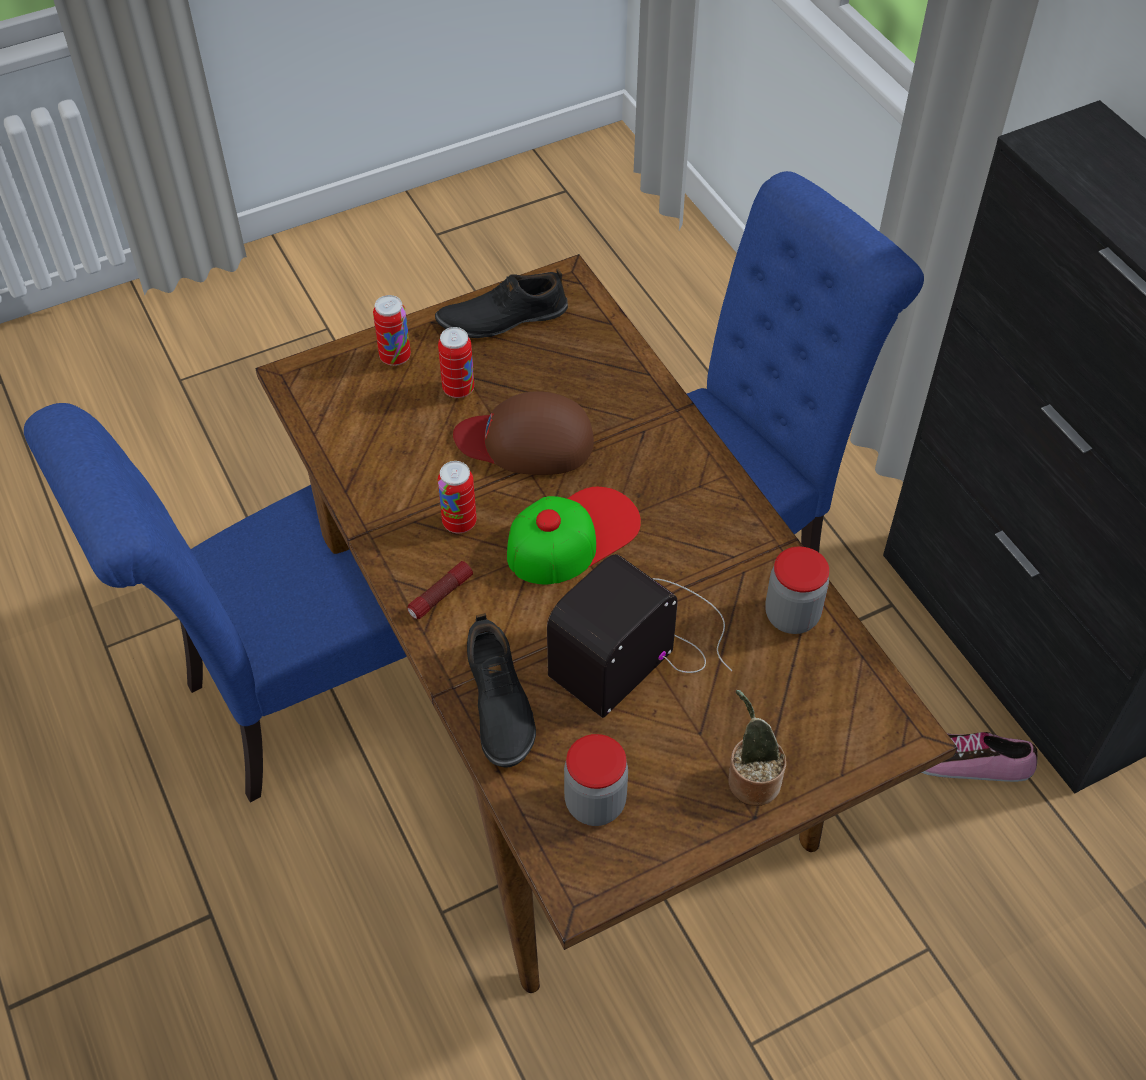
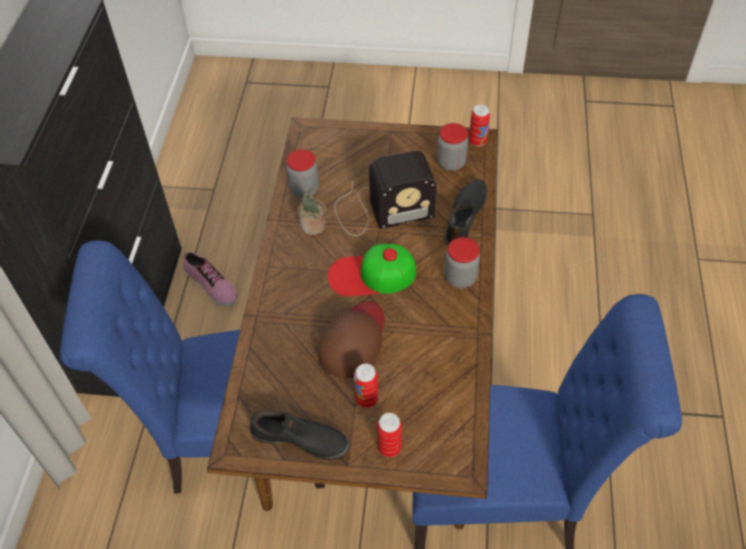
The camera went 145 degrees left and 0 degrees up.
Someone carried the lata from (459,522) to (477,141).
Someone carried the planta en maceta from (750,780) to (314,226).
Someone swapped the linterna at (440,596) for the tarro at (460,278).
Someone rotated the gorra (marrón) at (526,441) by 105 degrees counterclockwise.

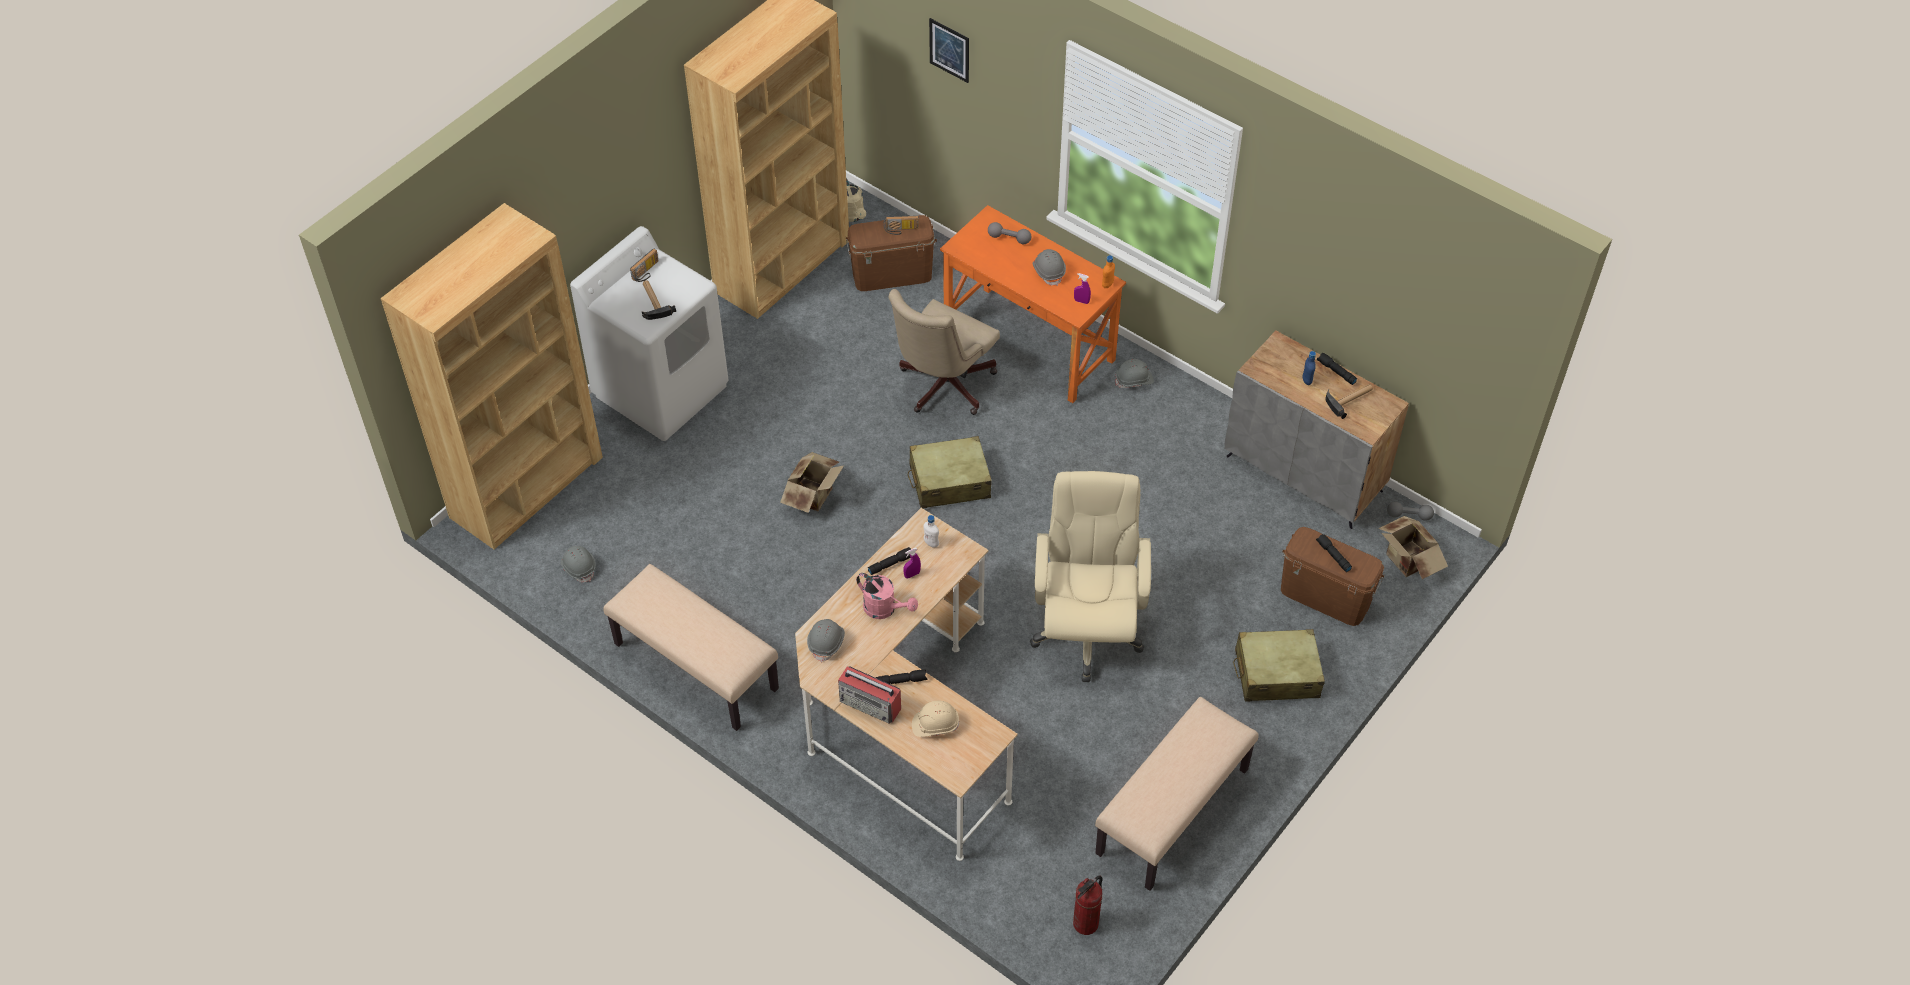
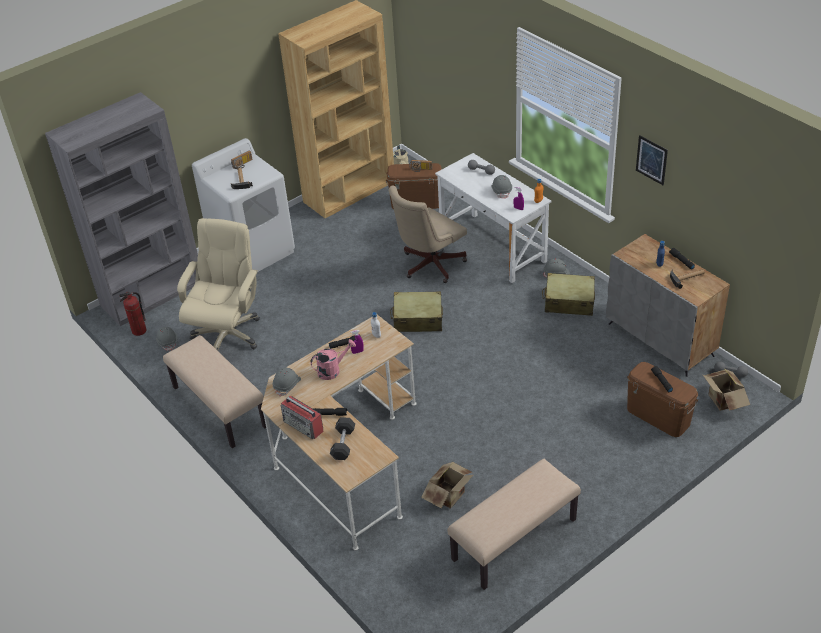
The camera went 15 degrees right and 10 degrees down.
Someone carried the caja de cartón from (815,496) to (450,496).
Someone carried the cuadro from (949,50) to (651,160).
Someone carried the silla de oficina (beis) from (1086,631) to (227,334).
Someone carried the extintor from (1086,924) to (139,331).
Someone carried the maleta (beis) from (1276,674) to (569,301).
Someone swapped the casco (beis) at (935,725) for the mancuerna (negro) at (343,444).
Someone repainted the estantería (marrón) at (527,487), which became the estantería (gris) at (153,294).
Someone repainted the escritorio (naranja) at (1029,343), which became the escritorio (blanco) at (493,247).
Someone rotated the regadera (rosa) at (885,609) by 75 degrees counterclockwise.

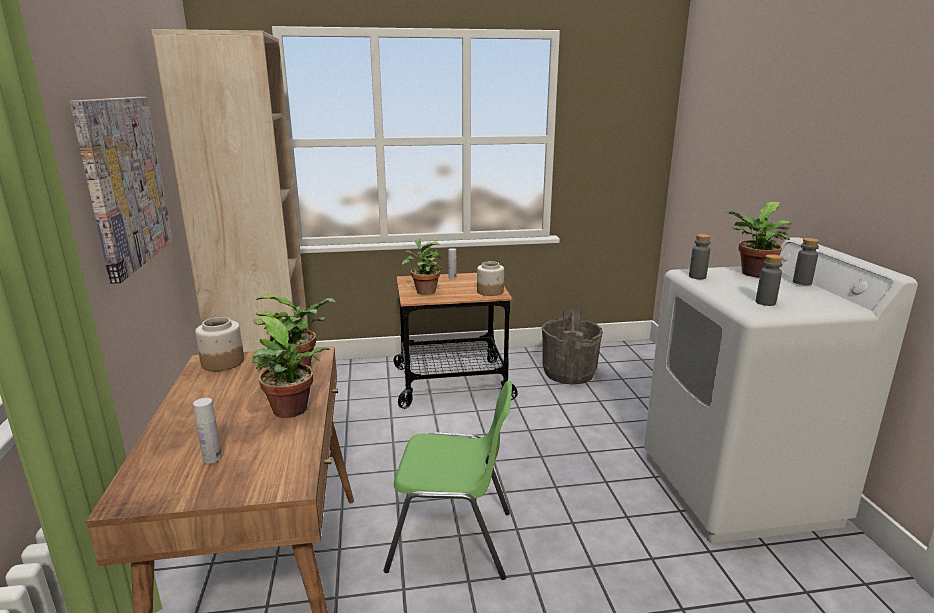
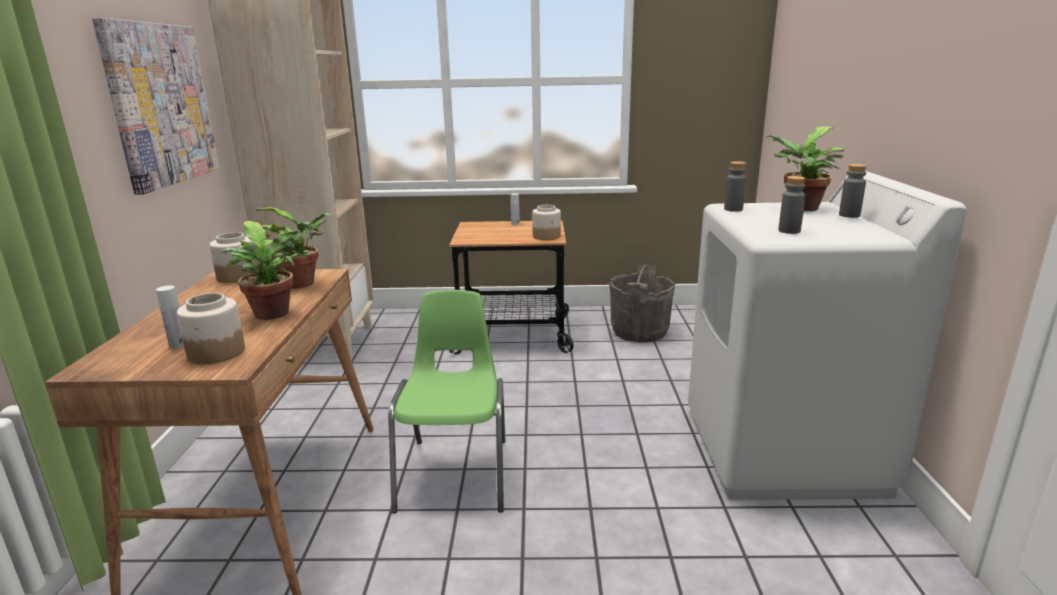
The camera went 10 degrees right and 0 degrees up.
Someone took away the planta en maceta at (424,291).
Someone put down the tarro at (216,353).
Someone rotated the silla (verde) at (453,541) by 105 degrees counterclockwise.

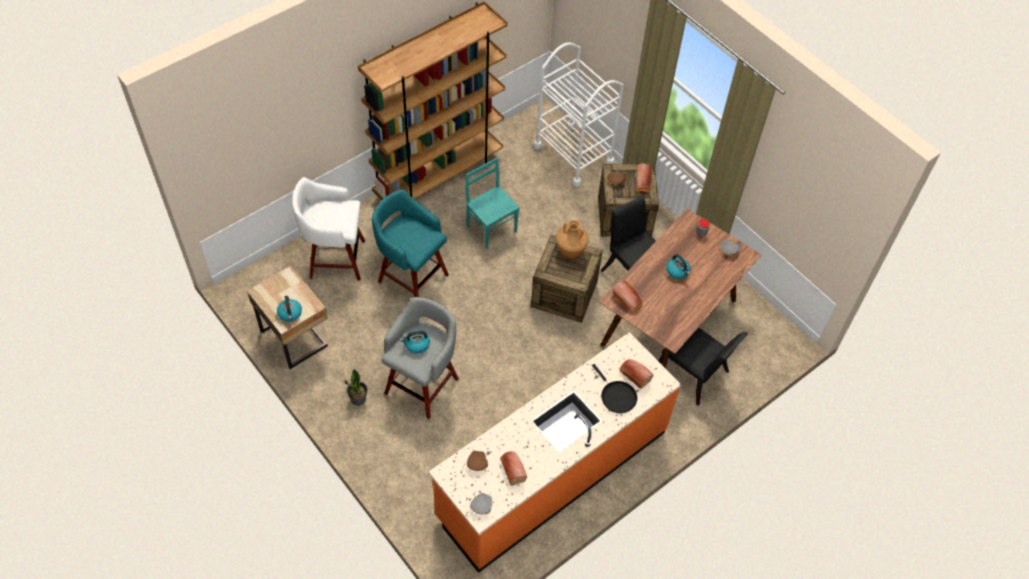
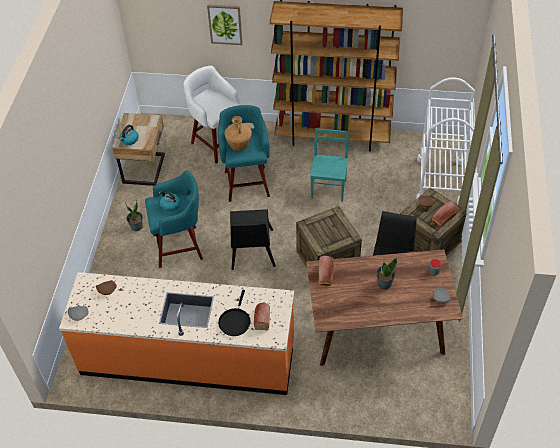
The camera went 50 degrees right and 5 degrees down.
Someone took away the pan at (512,469).
Someone put up the cuadro at (225,24).
Someone carried the florero (marrón) from (570,252) to (239,146).
Someone carried the silla (negro) from (693,375) to (251,252).
Someone swapped the hervidor at (677,271) for the planta en maceta at (384,283).
Someone repainted the taburete (gris) at (423,384), which became the taburete (turquesa) at (180,246).

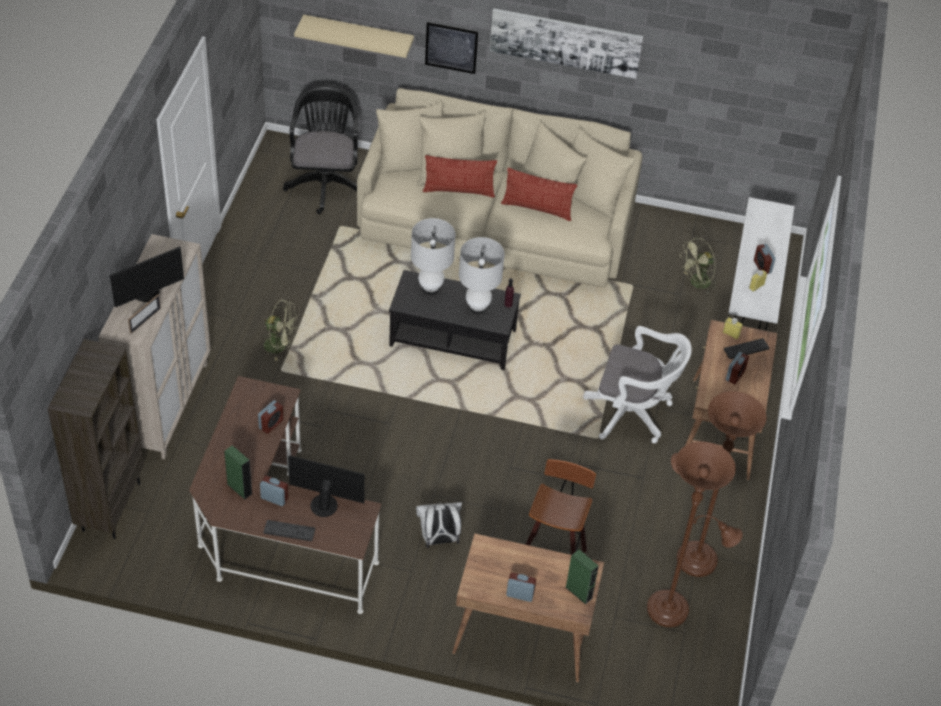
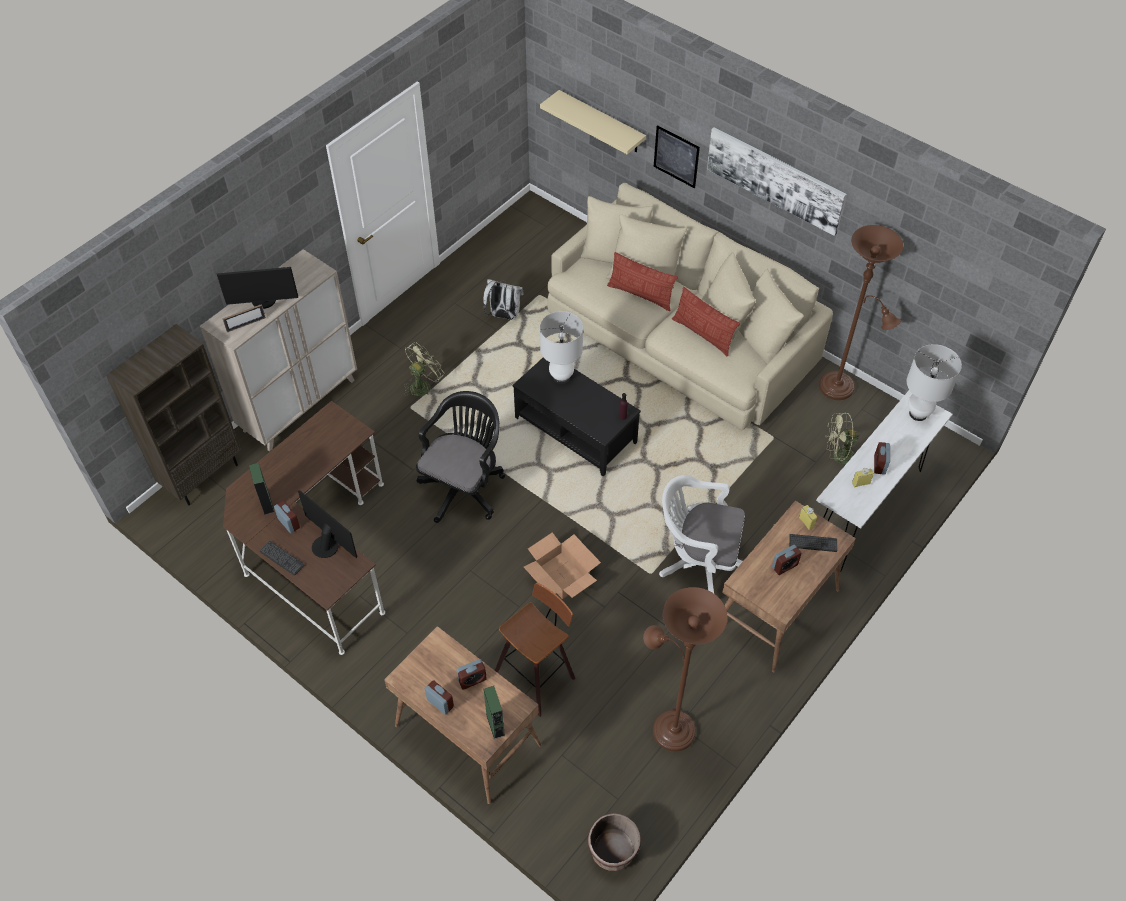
The camera went 30 degrees right and 5 degrees up.
Someone put down the caja de cartón at (562,575).
Someone put down the maceta (marrón) at (613,850).
Someone carried the despertador from (271,424) to (472,680).
Someone carried the silla de oficina (negro) from (325,183) to (464,487).
Someone carried the mochila (blanco) from (439,540) to (503,315).
Someone carried the lámpara de mesa (blanco) from (477,307) to (918,414).
Someone carried the lámpara de pie (marrón) from (673,610) to (840,389).
Someone rotated the ventilador (verde) at (280,346) by 90 degrees counterclockwise.
Someone rotated the silla de oficina (blanco) at (632,413) by 150 degrees clockwise.

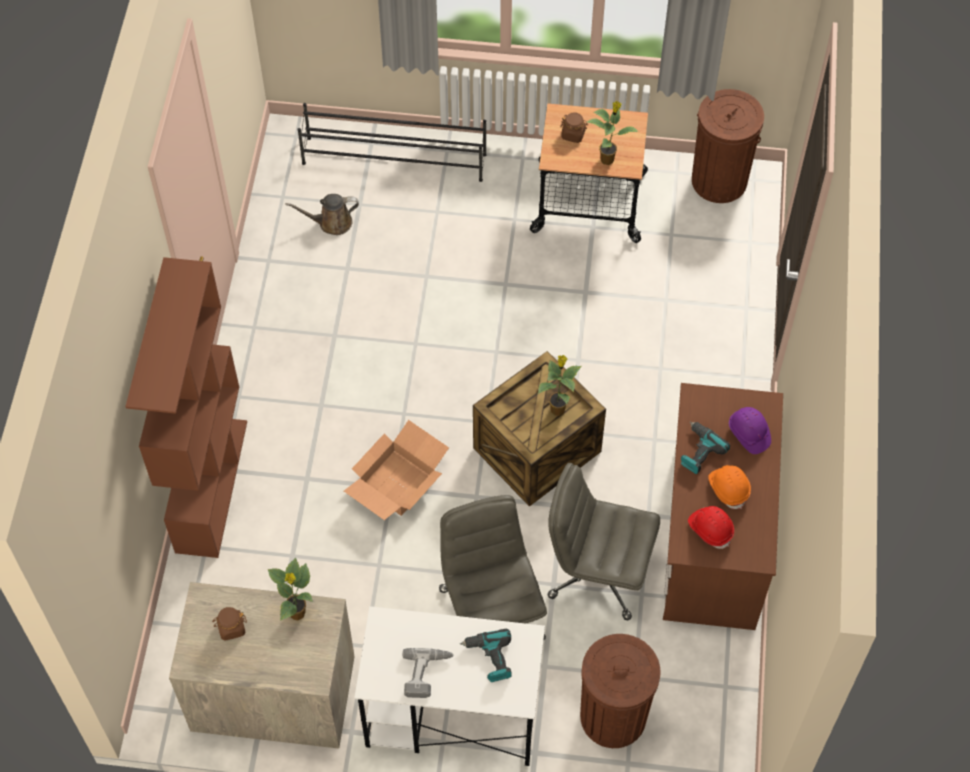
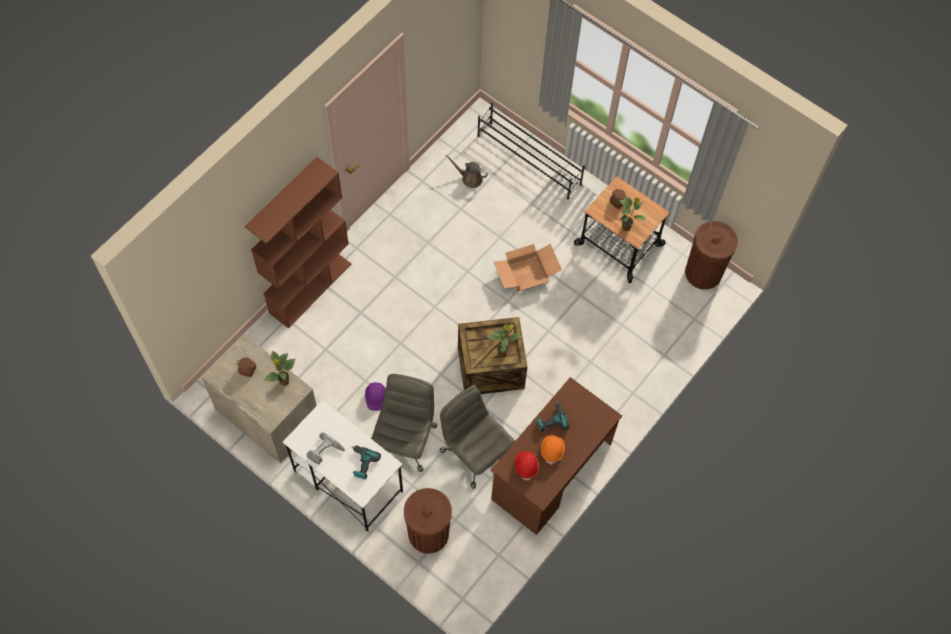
The camera went 30 degrees right and 5 degrees up.
Someone carried the caja de cartón from (397,481) to (526,273).
Someone carried the casco (morado) from (748,434) to (375,397).

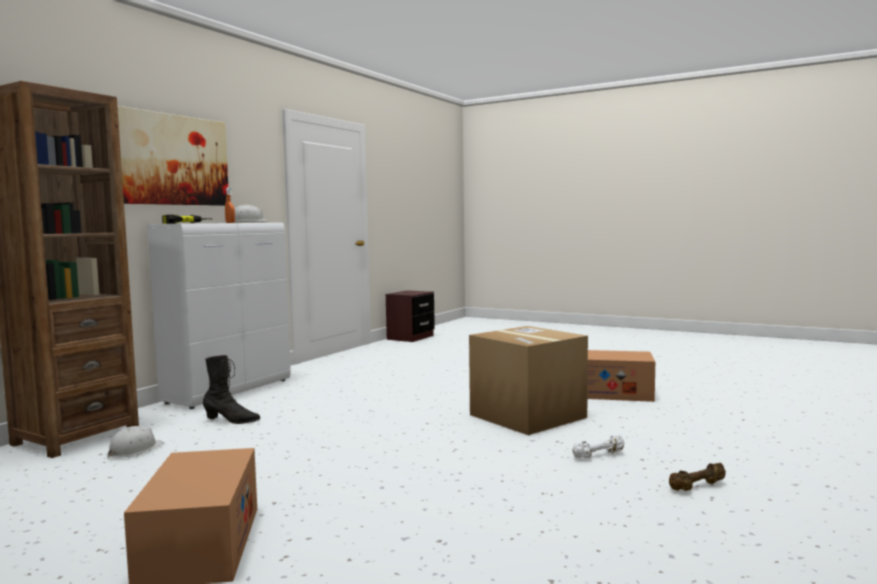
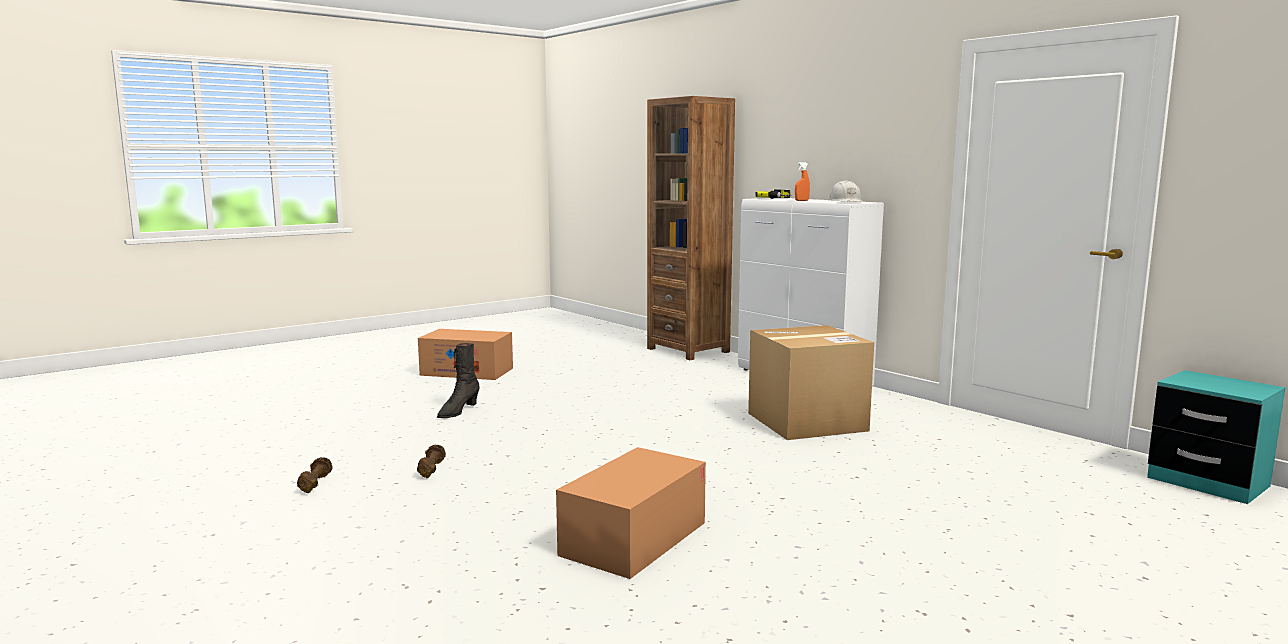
The camera went 110 degrees right and 5 degrees up.
Someone took away the casco (blanco) at (134,450).
Someone took away the cuadro at (170,160).
Someone carried the bota (negro) from (231,421) to (458,412).
Someone carried the caja de cartón from (527,416) to (806,422).
Someone repainted the mesita de noche (marrón) at (410,337), which became the mesita de noche (turquesa) at (1207,482).
Someone repainted the mancuerna (blanco) at (599,456), which became the mancuerna (marrón) at (431,469).

